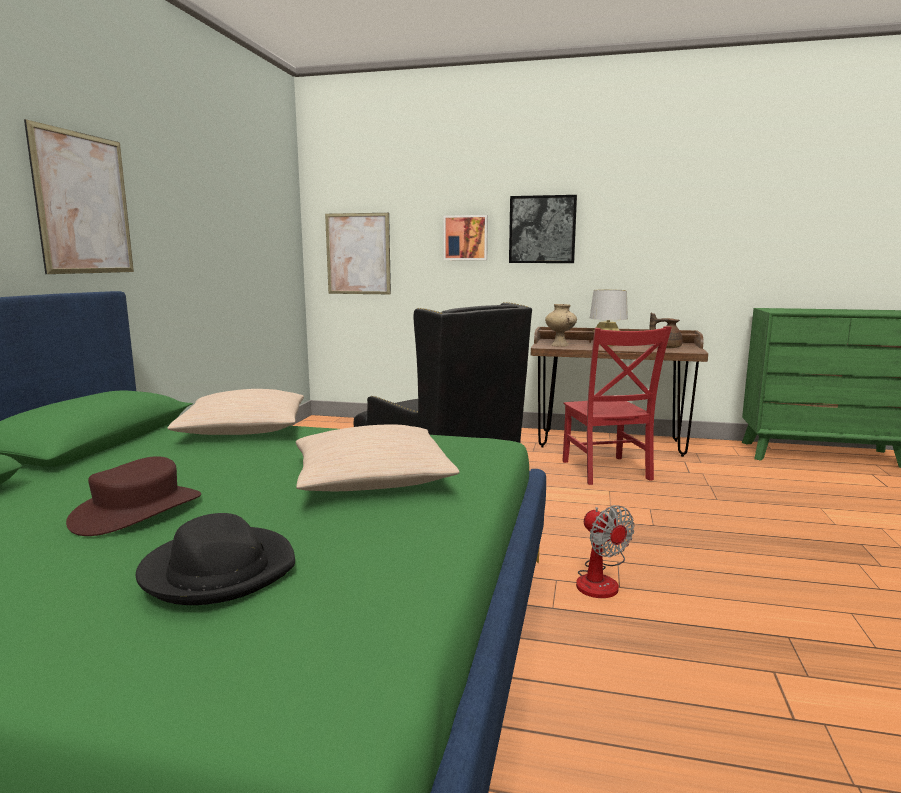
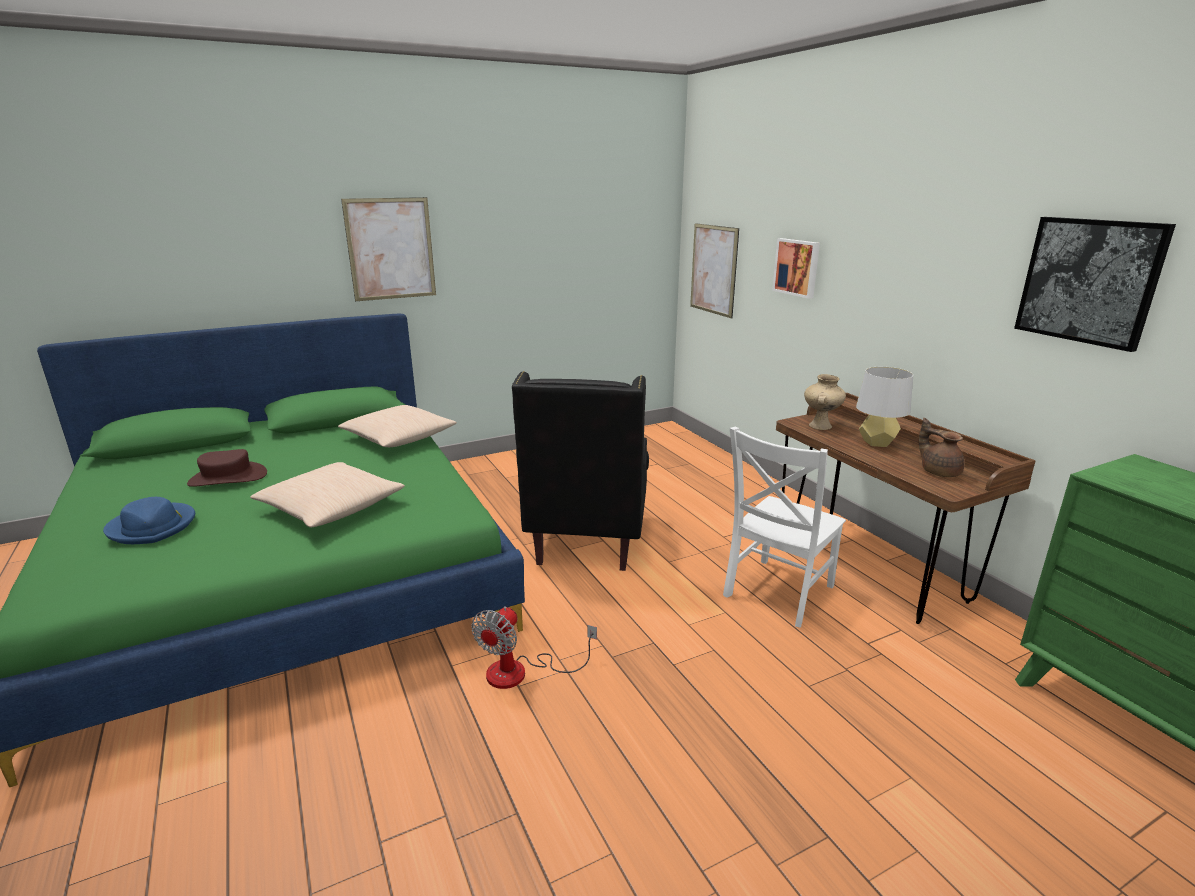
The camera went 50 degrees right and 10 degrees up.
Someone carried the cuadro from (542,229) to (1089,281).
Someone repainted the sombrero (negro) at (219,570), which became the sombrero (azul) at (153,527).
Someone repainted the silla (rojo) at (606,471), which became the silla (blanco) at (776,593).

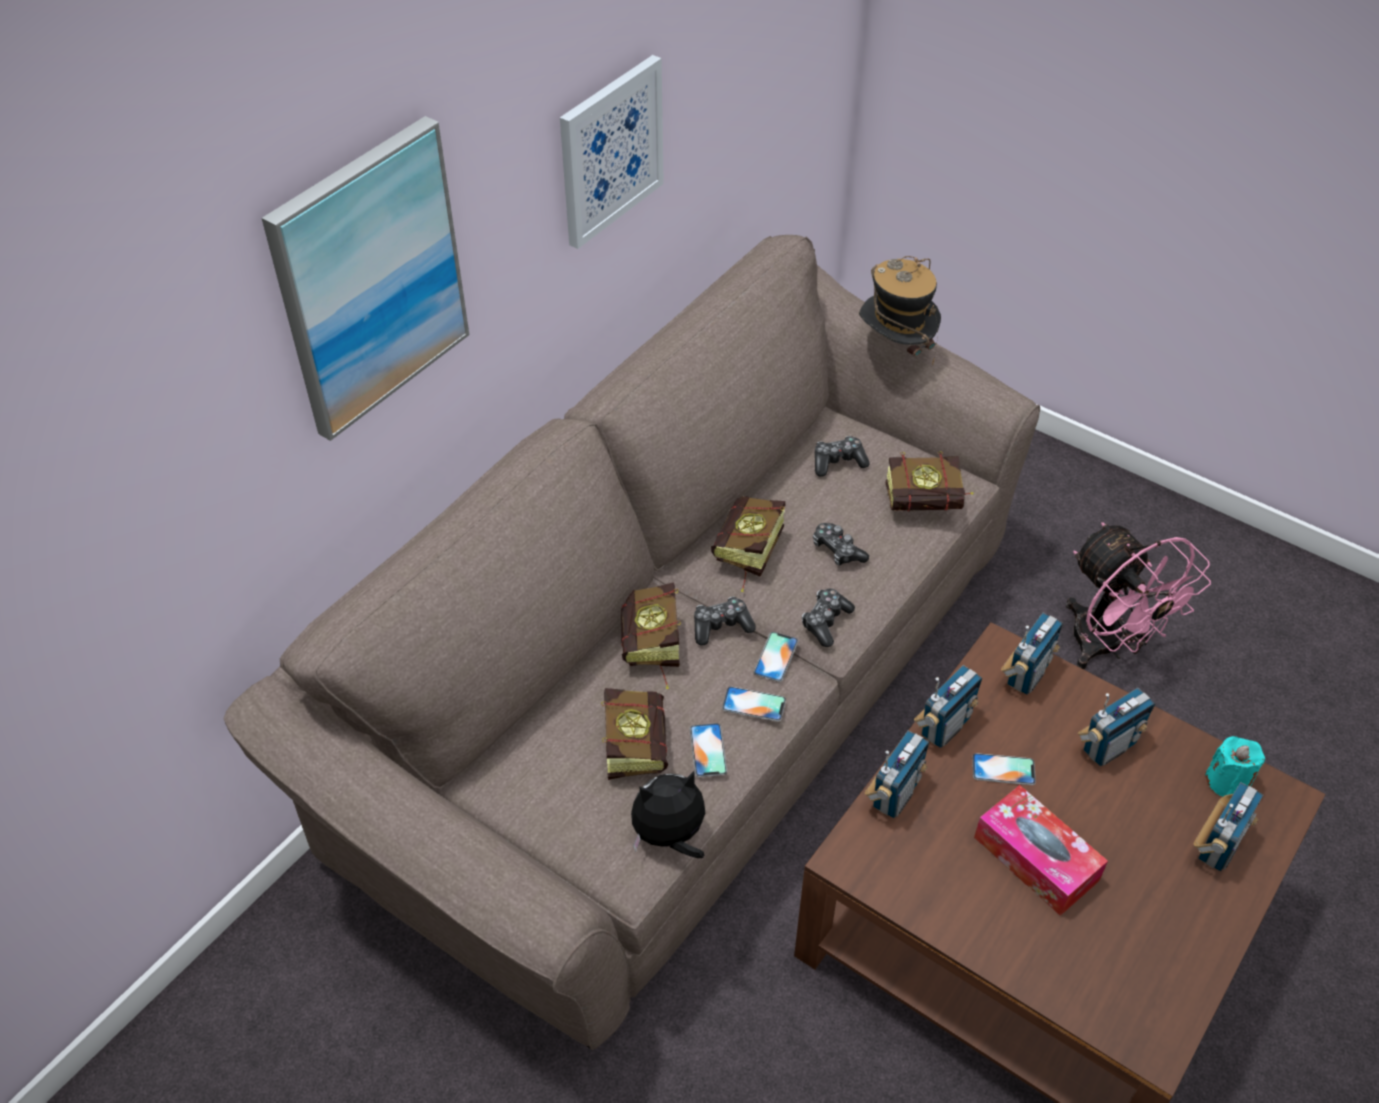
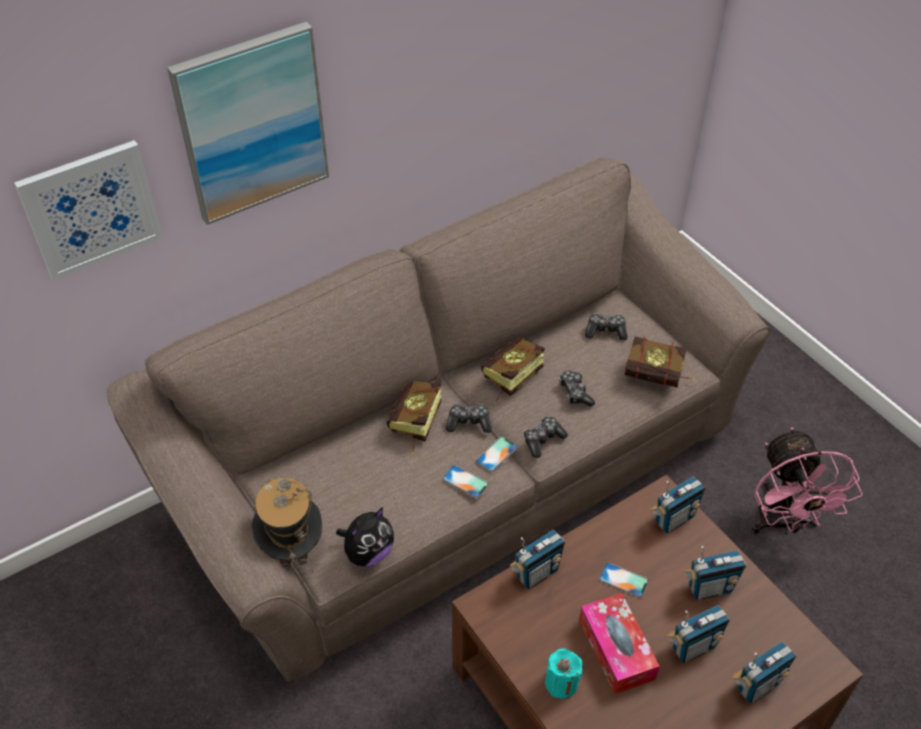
The camera went 20 degrees right and 0 degrees up.
Someone took away the libro at (634,740).
Someone took away the móvil at (708,750).
Someone carried the cuadro from (610,150) to (91,209).
Someone carried the sombrero from (895,351) to (292,548).
Someone carried the radio from (944,727) to (693,646).
Someone carried the vela (turquesa) from (1227,782) to (561,683).
Someone rotated the peluche at (670,837) by 135 degrees clockwise.

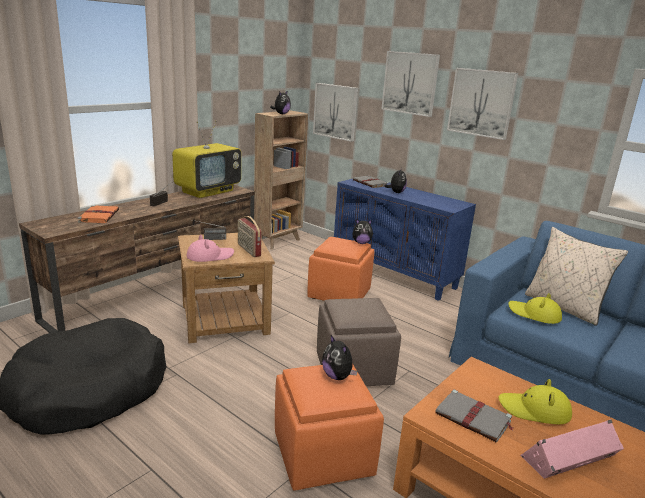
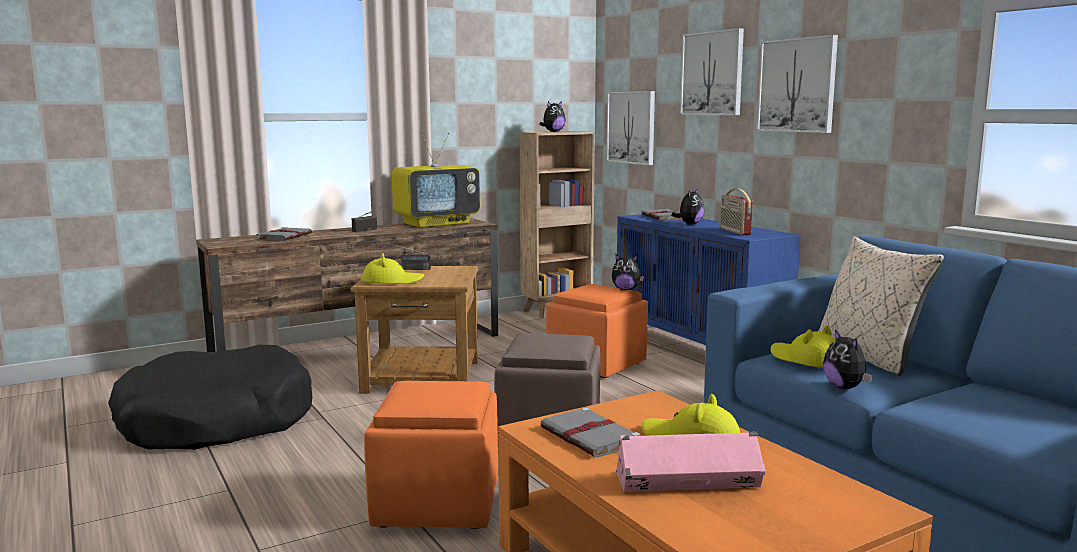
The camera went 20 degrees right and 10 degrees down.
Someone carried the radio from (248,250) to (734,231).
Someone carried the peluche from (337,376) to (845,387).
Someone repainted the libro (naranja) at (99,216), which became the libro (gris) at (285,236).
Someone repainted the sombrero (rosa) at (210,256), which became the sombrero (amarillo) at (392,281).

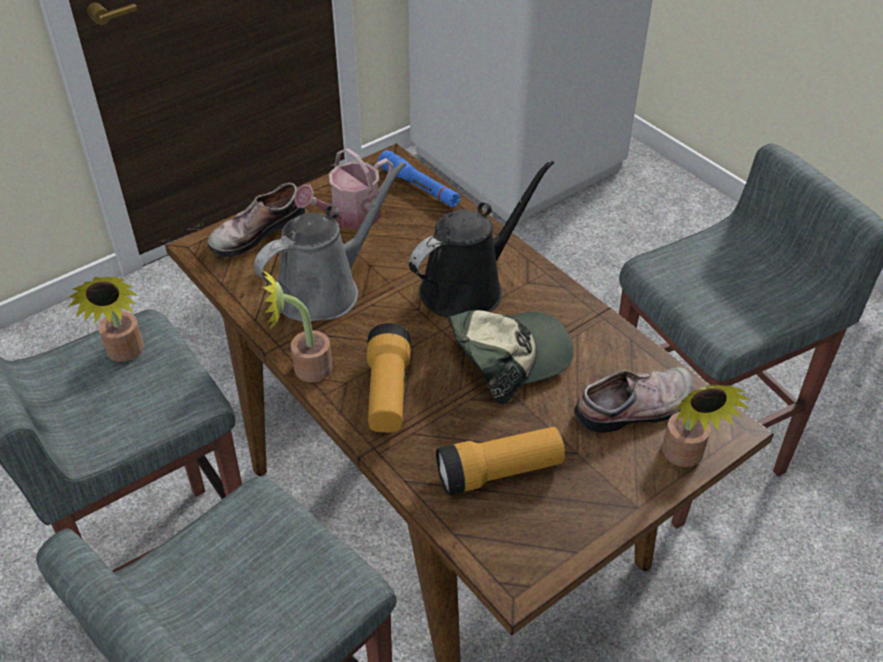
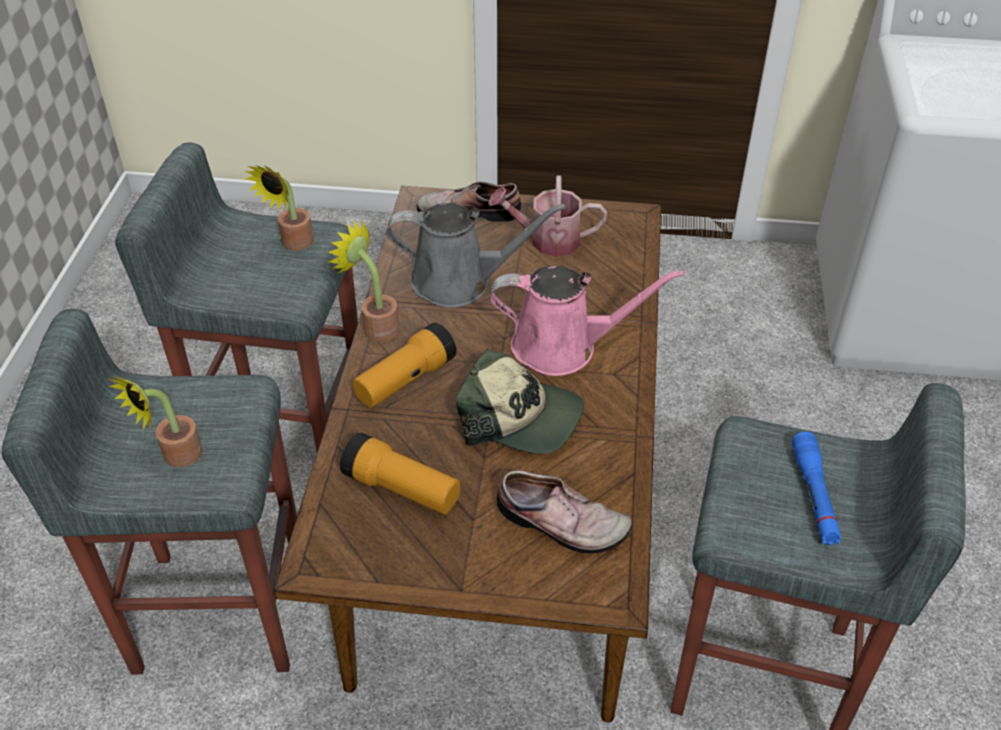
The camera went 45 degrees right and 0 degrees up.
Someone carried the linterna (azul) from (419,187) to (814,495).
Someone carried the planta en maceta from (684,458) to (175,457).
Someone repainted the regadera (negro) at (468,287), which became the regadera (rosa) at (563,347).

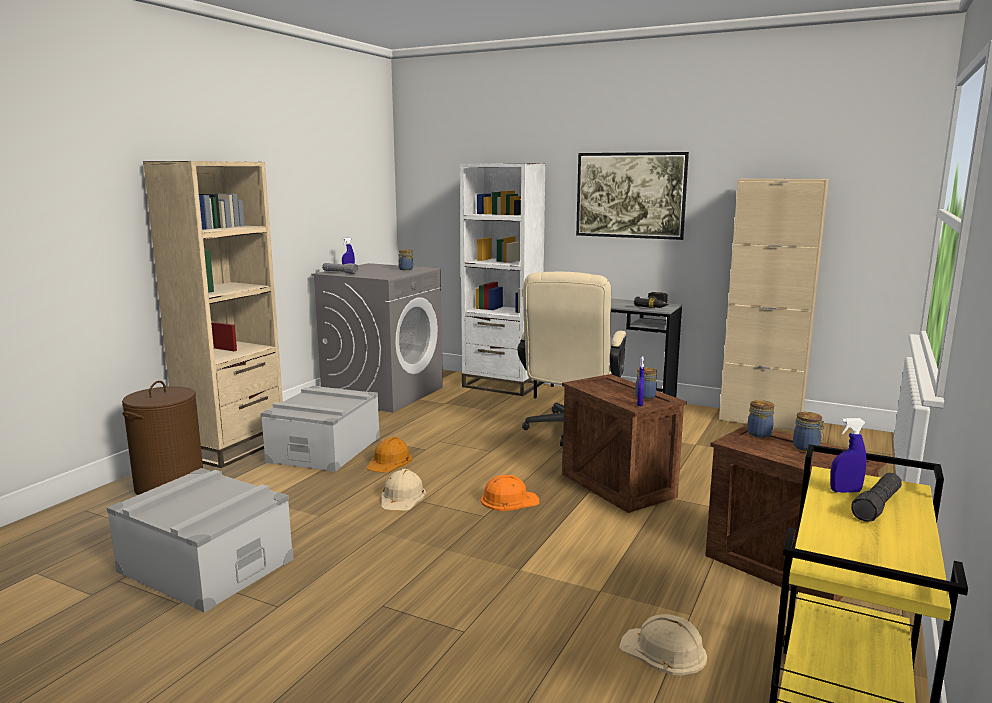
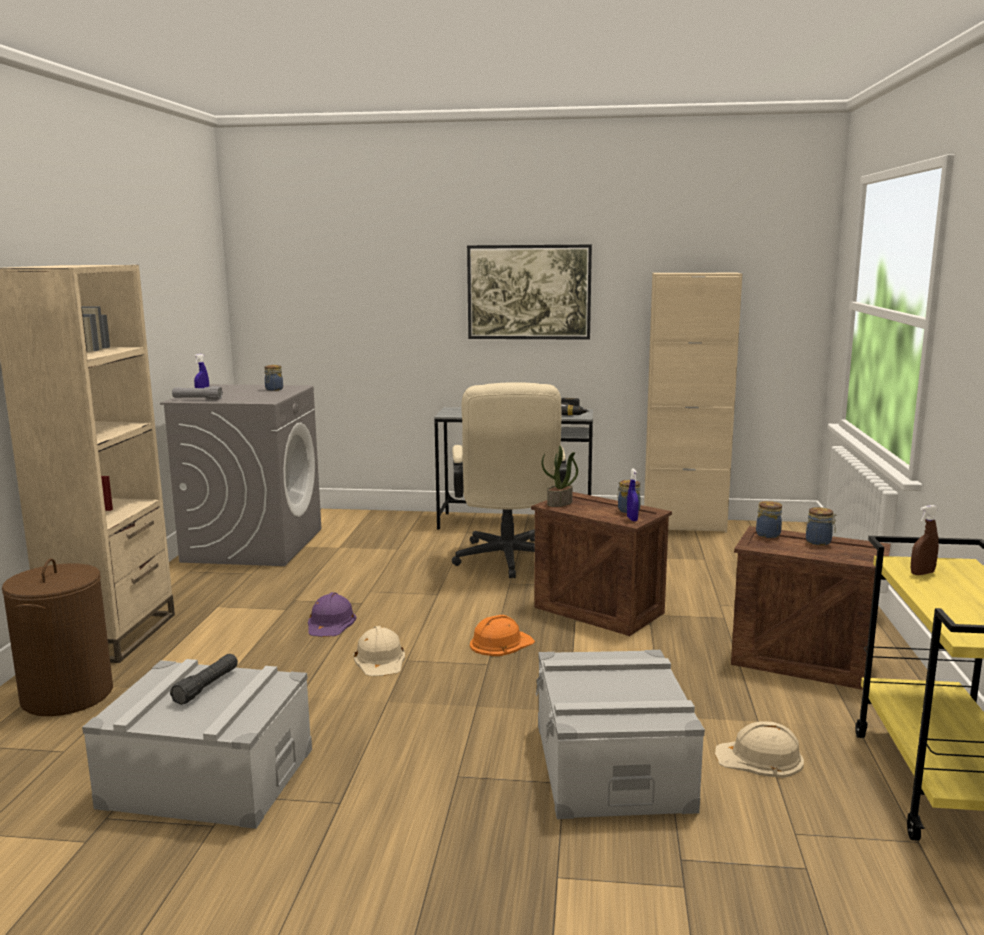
The camera went 20 degrees left and 0 degrees up.
Someone took away the estantería (blanco) at (502,385).
Someone put down the planta en maceta at (560,503).
Someone carried the caja de almacenaje (gris) from (324,449) to (612,766).
Someone carried the linterna (negro) from (877,506) to (207,687).
Someone repainted the casco (naranja) at (389,461), which became the casco (morado) at (331,623).
Someone repainted the pulverizador (azul) at (845,491), which became the pulverizador (marrón) at (922,573).

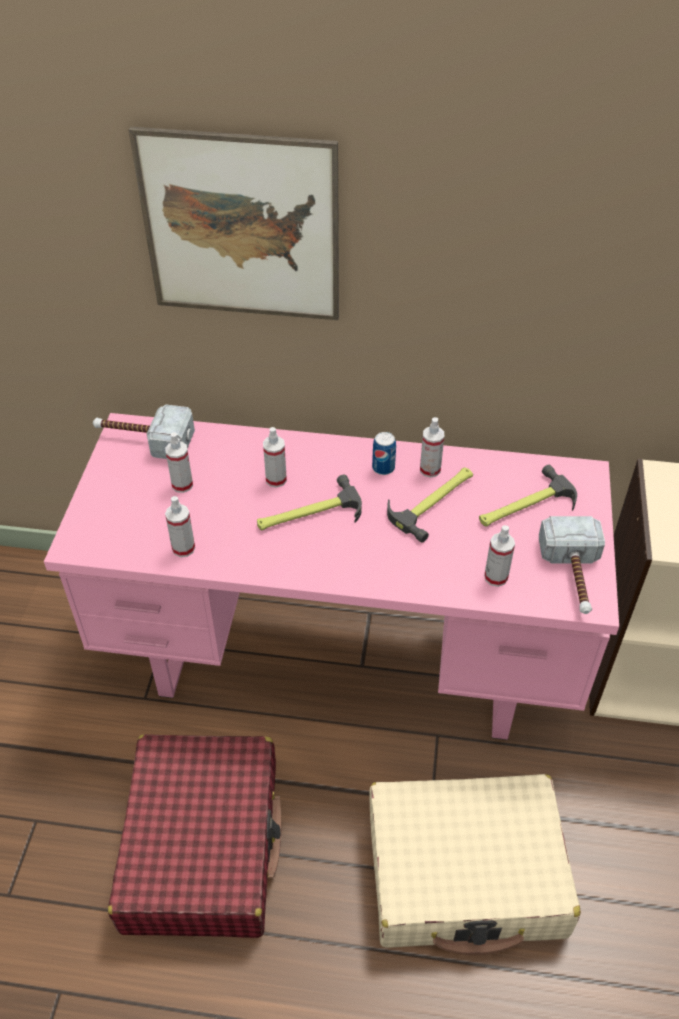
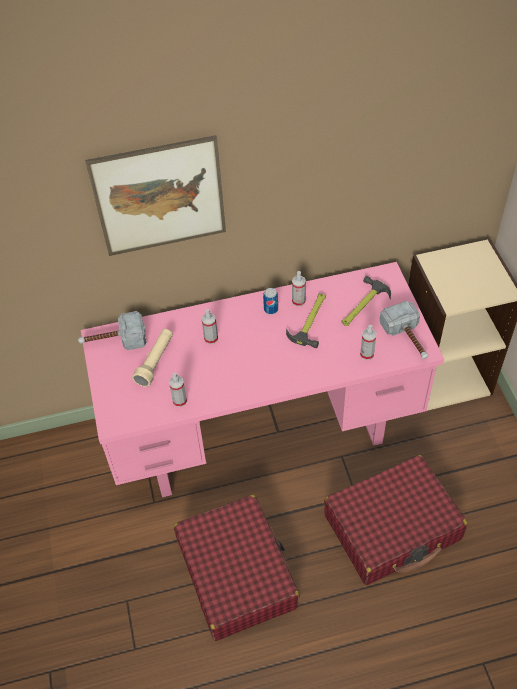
The camera went 20 degrees left and 5 degrees up.
Someone took away the martillo at (308,514).
Someone swapped the pulverizador at (182,485) for the linterna (beis) at (155,361).
Someone repainted the maleta (beis) at (465,873), which became the maleta (rojo) at (392,527).

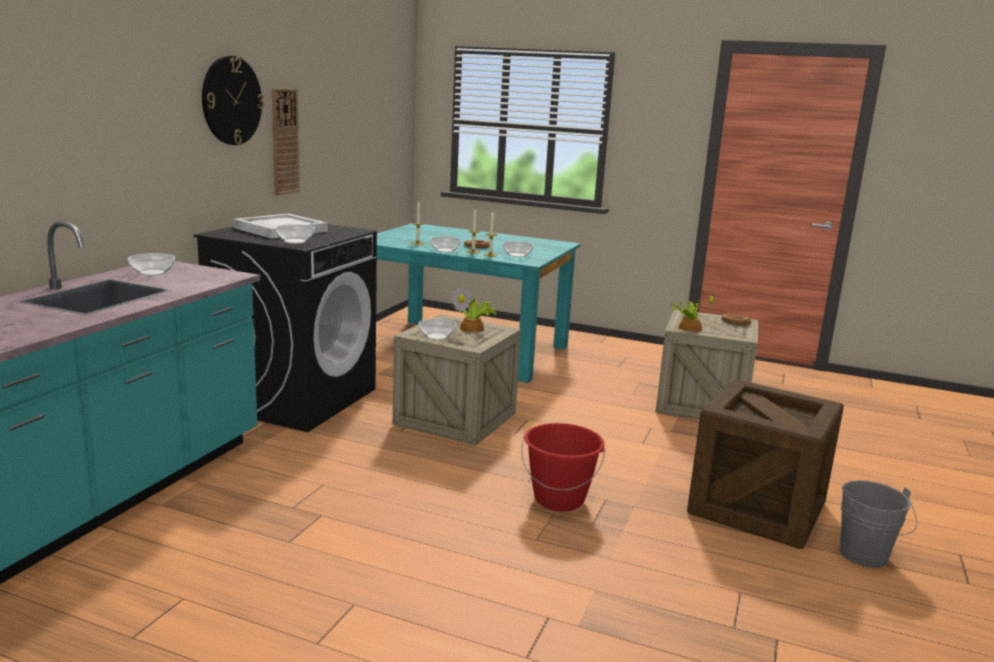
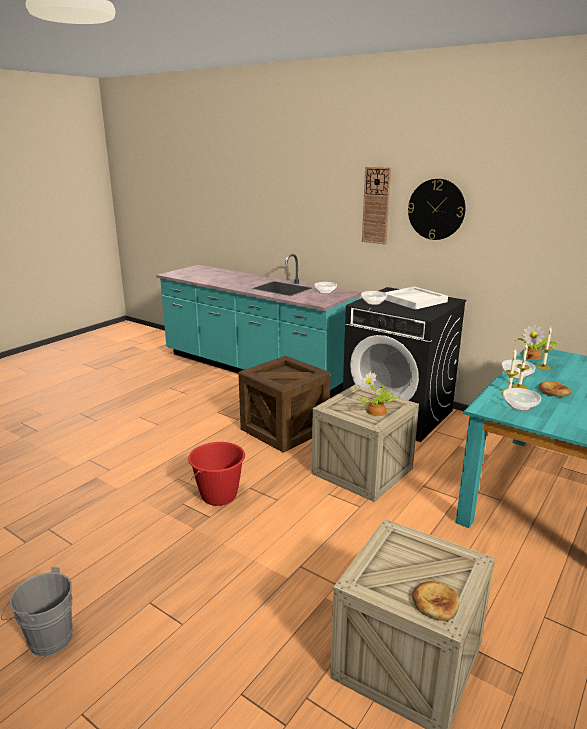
The camera went 105 degrees right and 5 degrees up.
Someone took away the cuenco at (437,336).
Someone carried the reloj de pared from (284,141) to (376,205).
Someone carried the planta en maceta from (689,327) to (533,356).
Someone carried the caja de embalaje from (757,508) to (284,430).

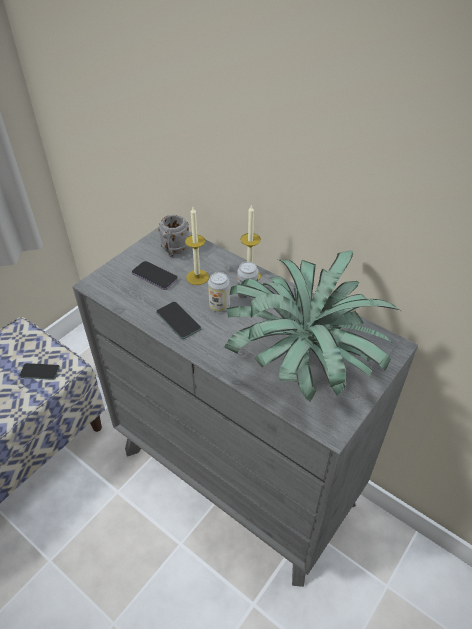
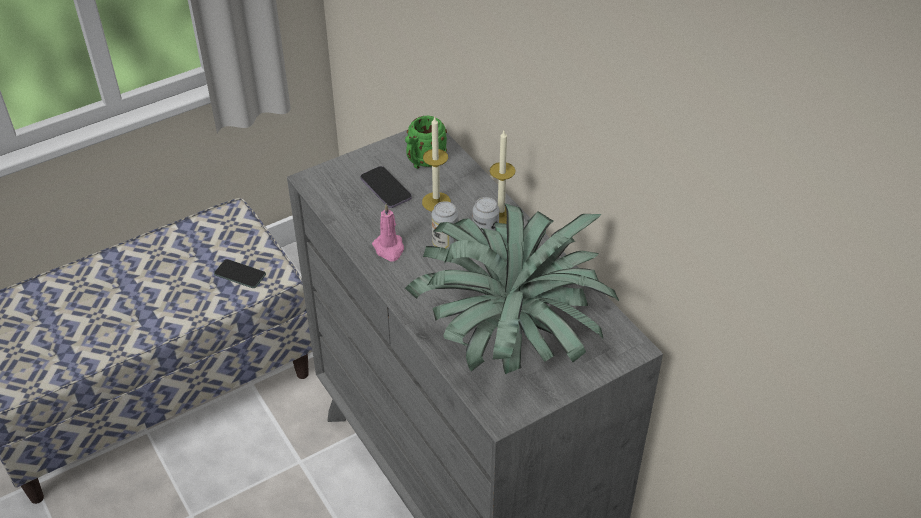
The camera went 20 degrees right and 0 degrees up.
Someone swapped the móvil at (178,320) for the vela (rosa) at (389,249).
Someone repainted the taza grande (gris) at (174,251), which became the taza grande (verde) at (423,161).

